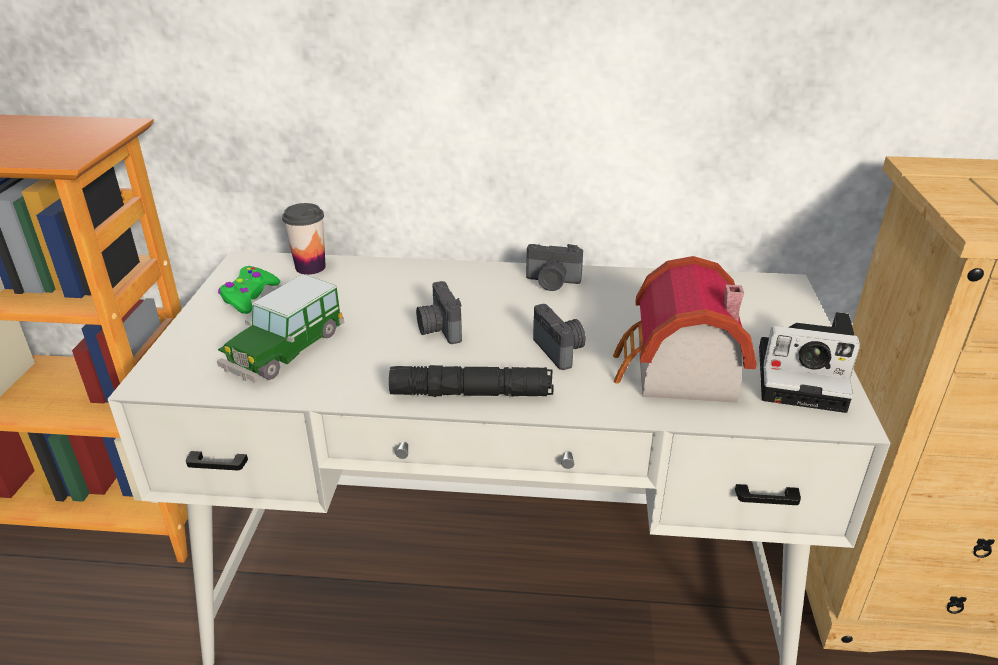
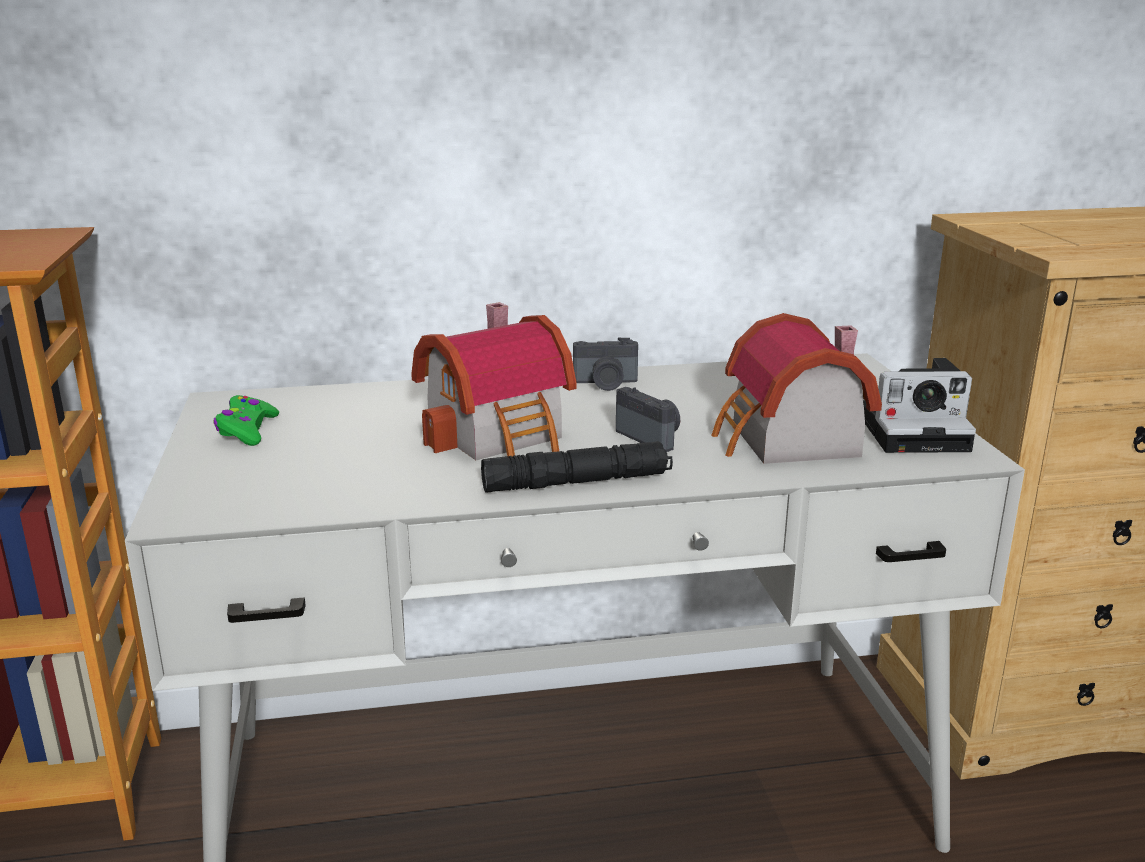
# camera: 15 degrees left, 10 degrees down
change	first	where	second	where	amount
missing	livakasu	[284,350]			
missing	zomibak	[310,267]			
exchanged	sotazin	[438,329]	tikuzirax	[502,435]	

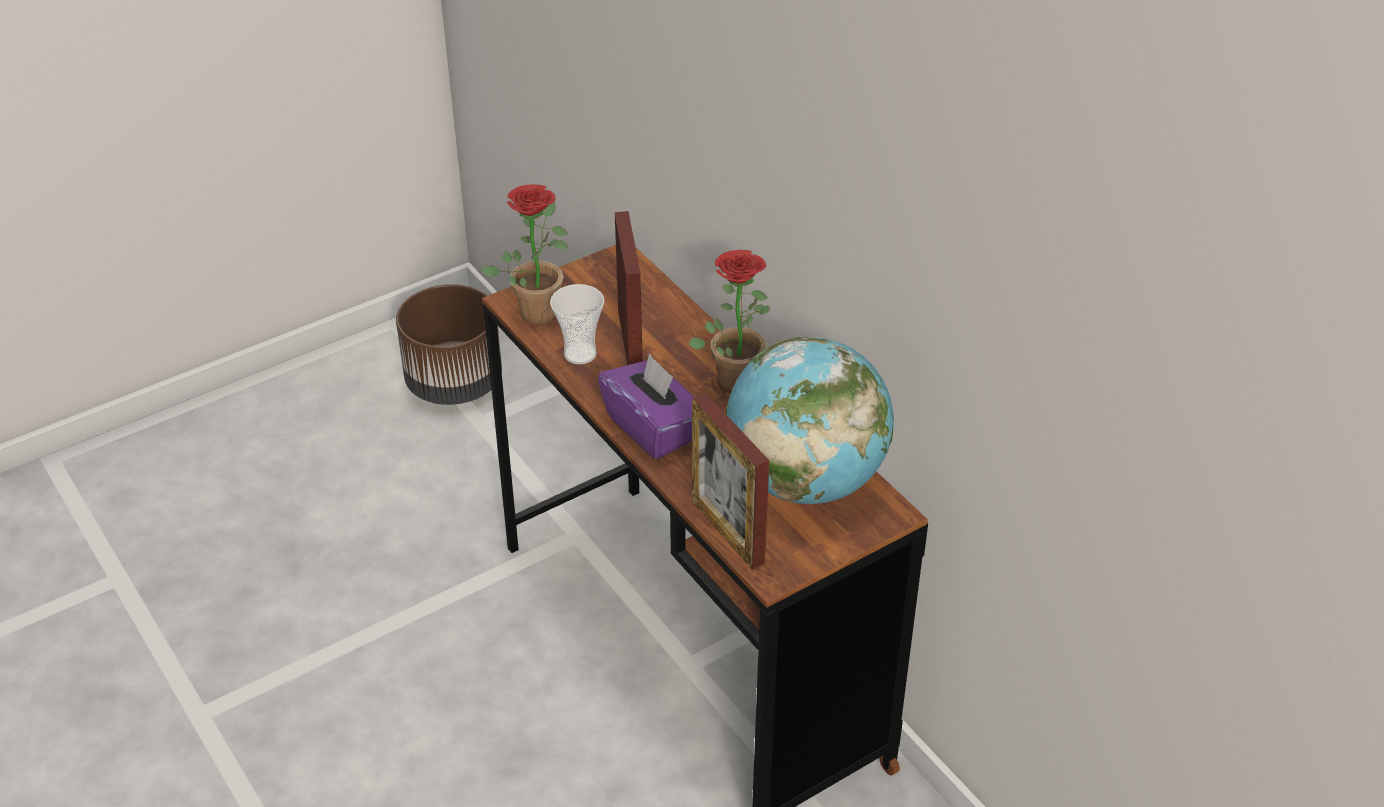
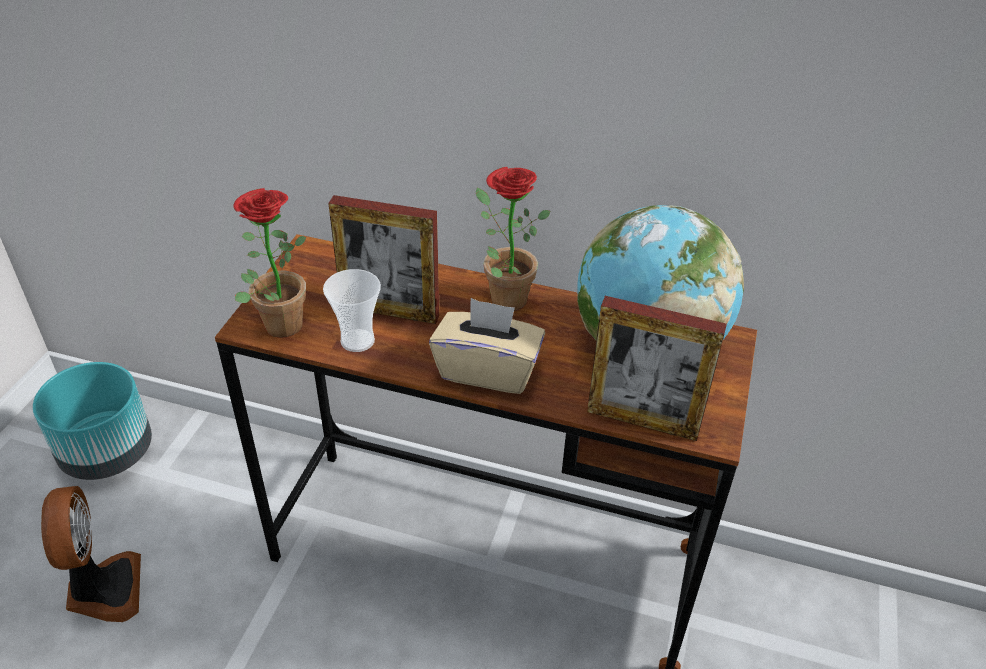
# camera: 40 degrees left, 0 degrees up
change	first	where	second	where	amount
appeared			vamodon	[104,590]	
colour	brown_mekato	[454,383]	turquoise_mekato	[107,452]	
colour	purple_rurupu	[653,428]	beige_rurupu	[487,370]	
spun	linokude	[630,342]		[390,311]	150 degrees clockwise

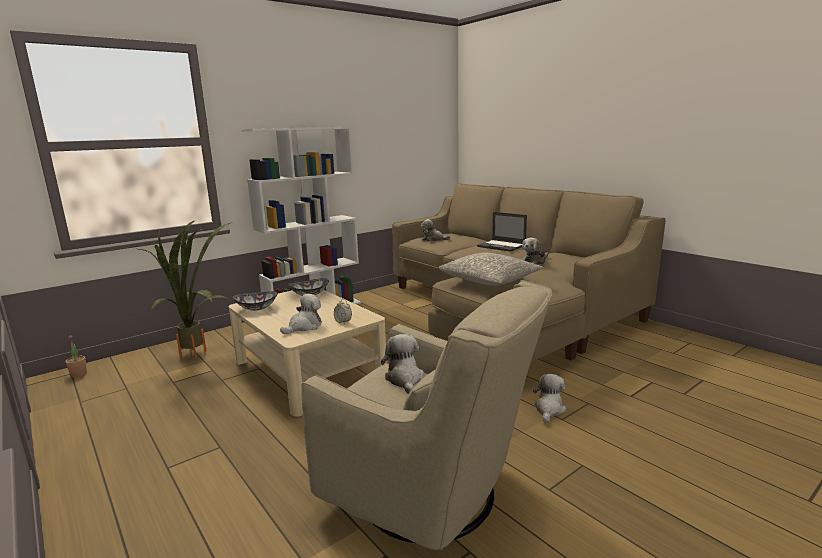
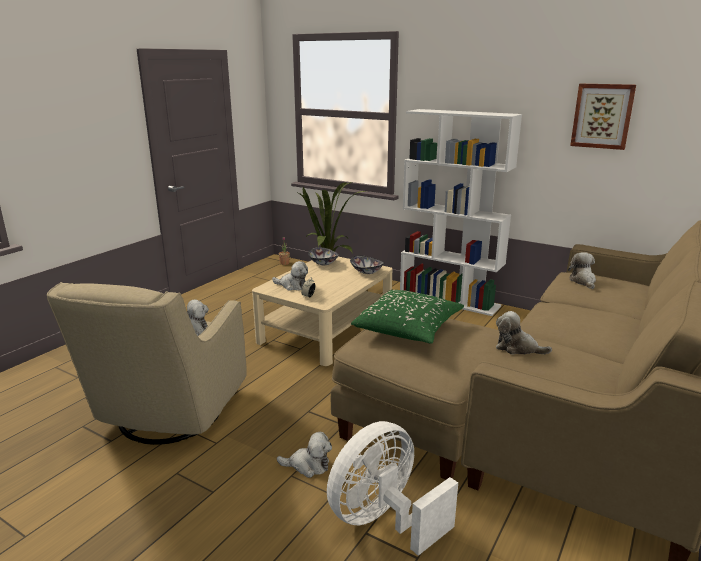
# camera: 70 degrees right, 5 degrees up
change	first	where	second	where	amount
missing	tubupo	[502,246]			
appeared			white_vamodon	[384,520]	
appeared			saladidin	[602,116]	
colour	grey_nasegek	[490,280]	green_nasegek	[408,328]	

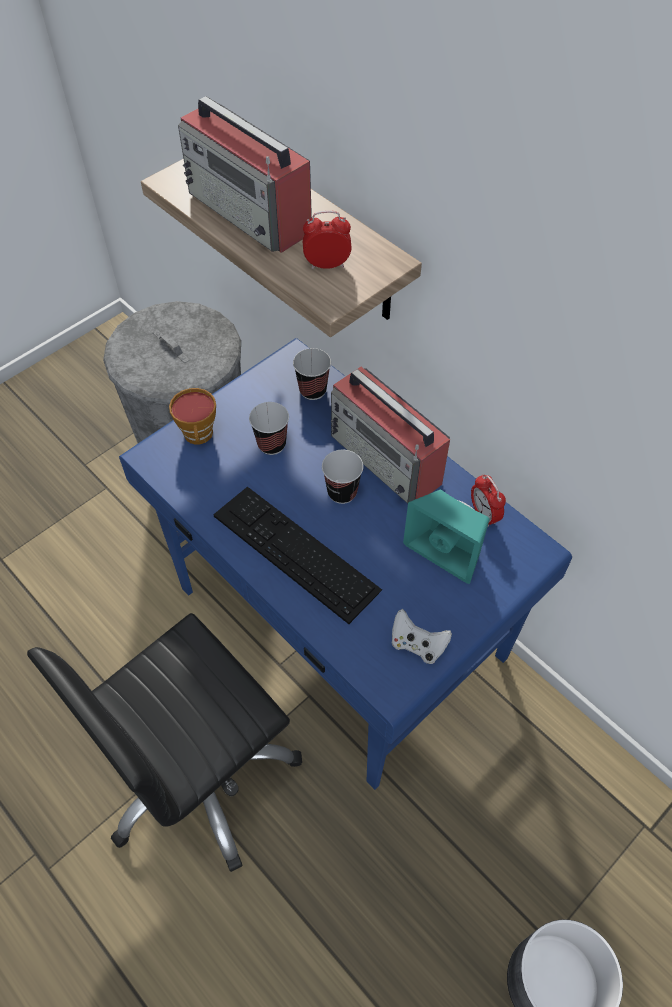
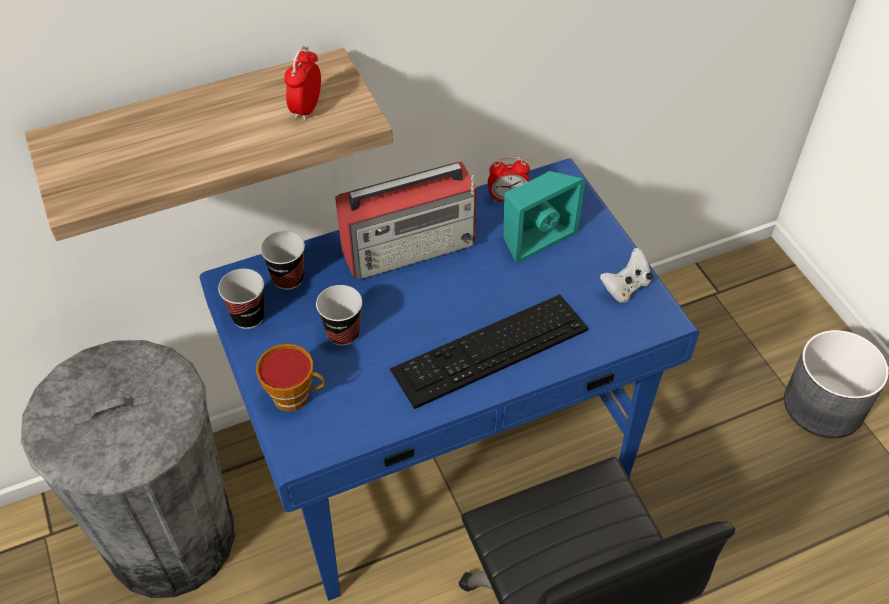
# camera: 70 degrees left, 5 degrees down
change	first	where	second	where	amount
missing	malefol	[250,213]			
relocated	zomibak	[342,492]		[248,317]	

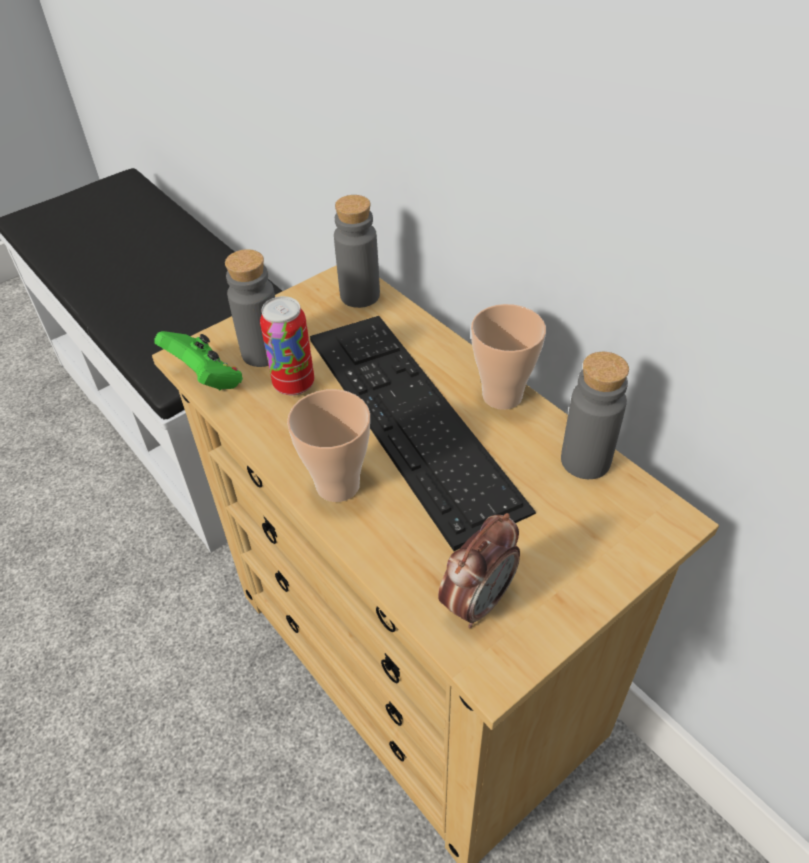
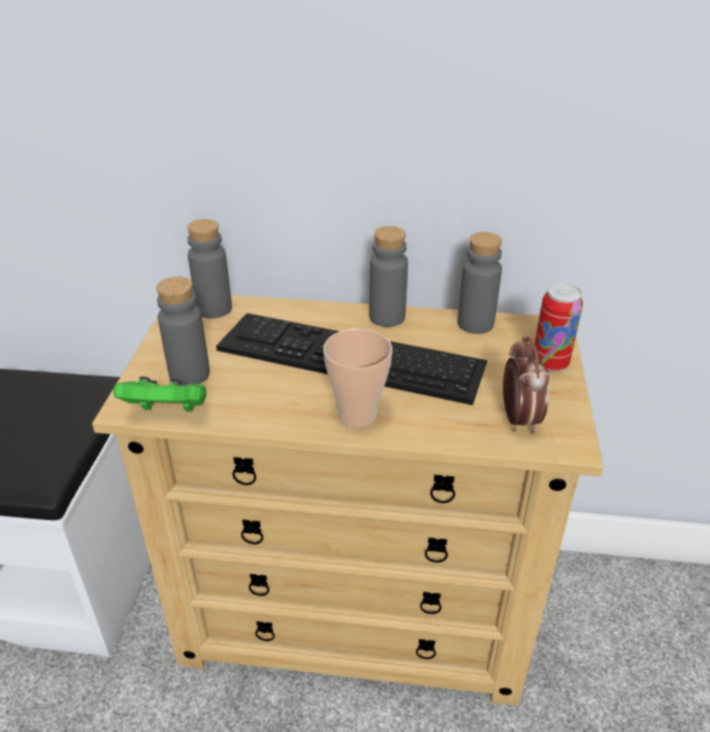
# camera: 45 degrees left, 10 degrees down
change	first	where	second	where	amount
relocated	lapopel	[294,384]		[550,364]	
exchanged	zomibak	[502,396]	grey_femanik	[387,317]	

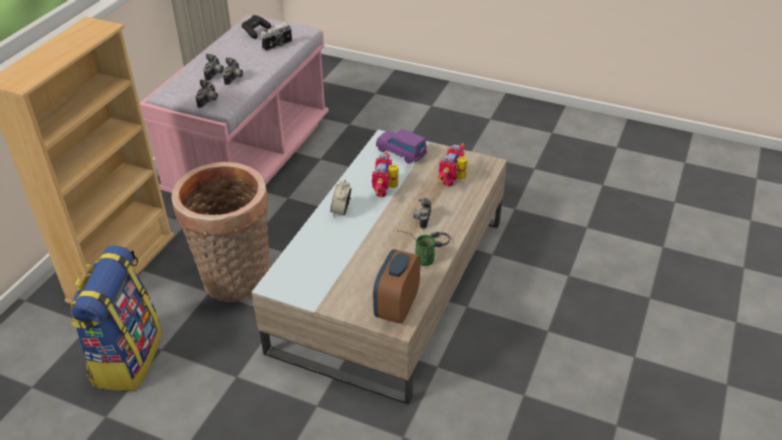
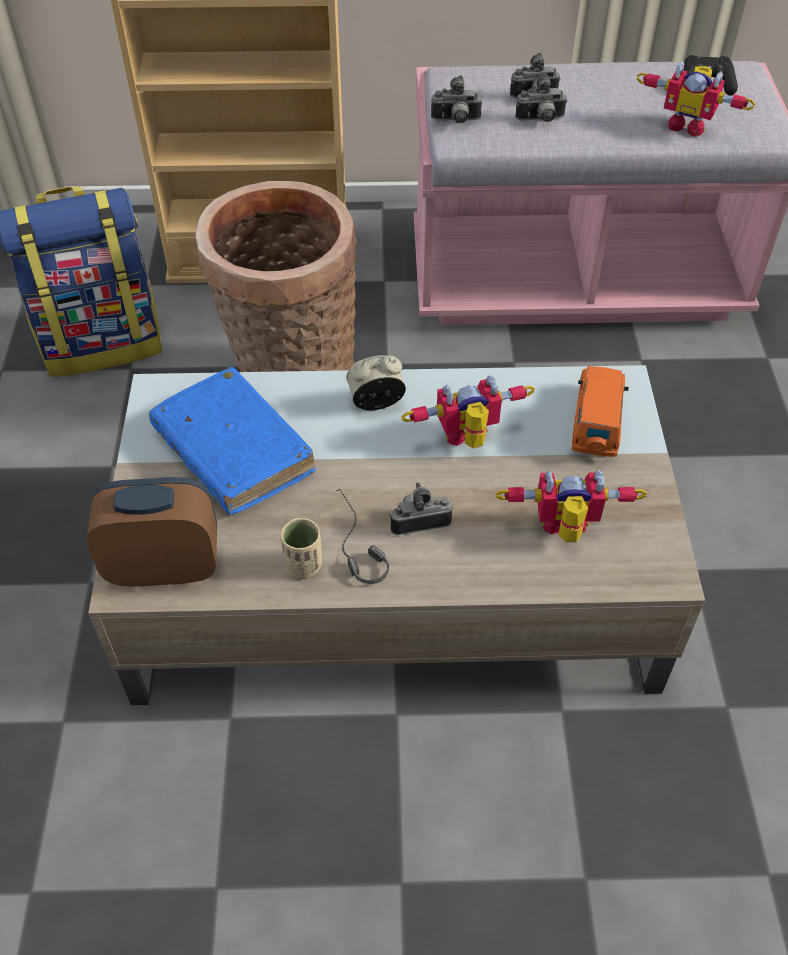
# camera: 65 degrees right, 10 degrees up
change	first	where	second	where	amount
appeared			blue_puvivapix	[233,452]	
exchanged	sotazin	[278,45]	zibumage	[687,125]	
colour	purple_livakasu	[401,153]	orange_livakasu	[596,424]	
colour	green_zomibak	[424,261]	beige_zomibak	[303,565]	

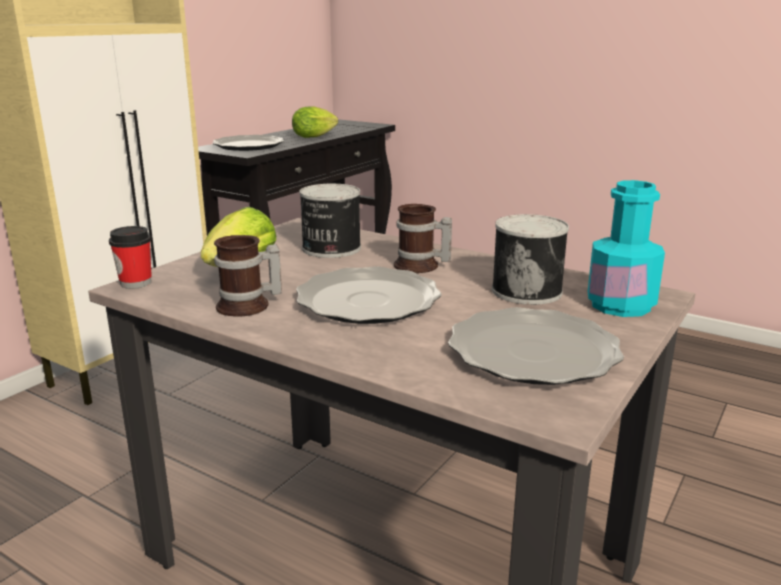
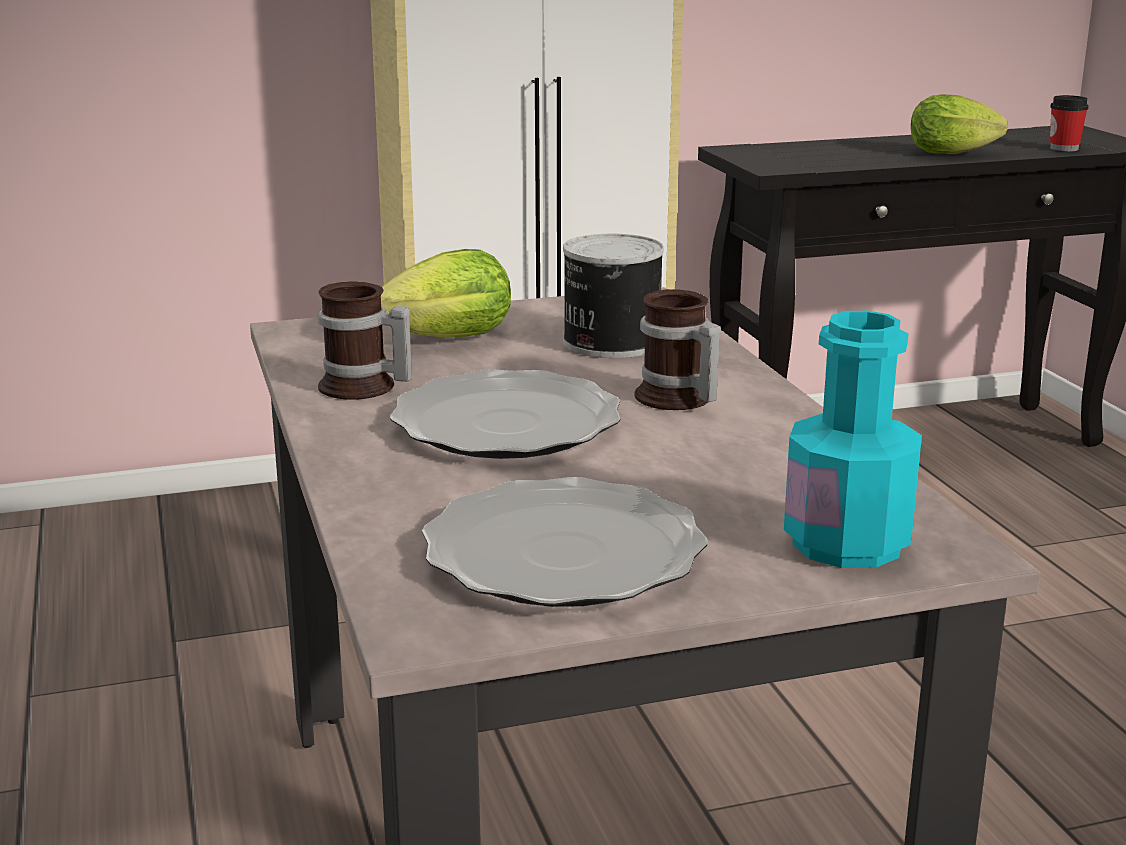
# camera: 40 degrees right, 0 degrees up
change	first	where	second	where	amount
missing	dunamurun	[248,146]			
missing	lapopel	[527,290]			
relocated	zomibak	[136,283]		[1064,148]	

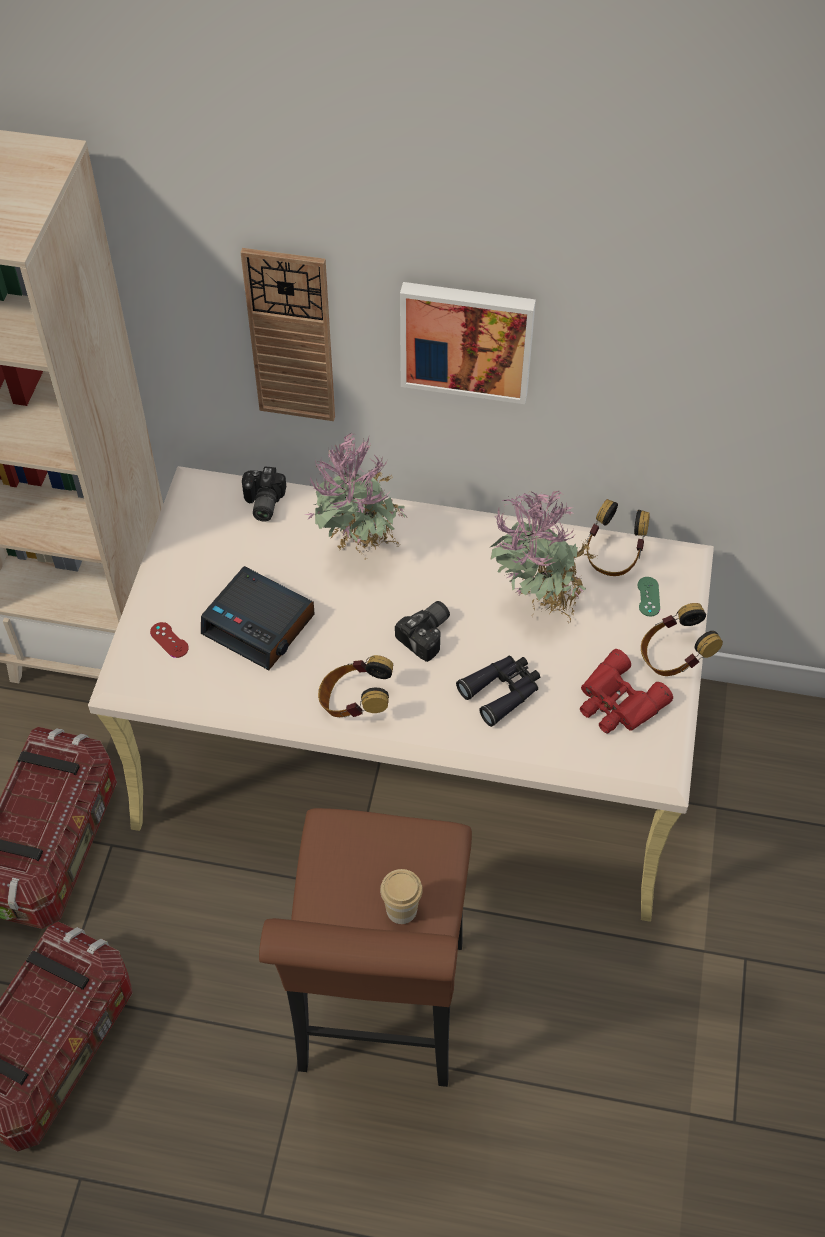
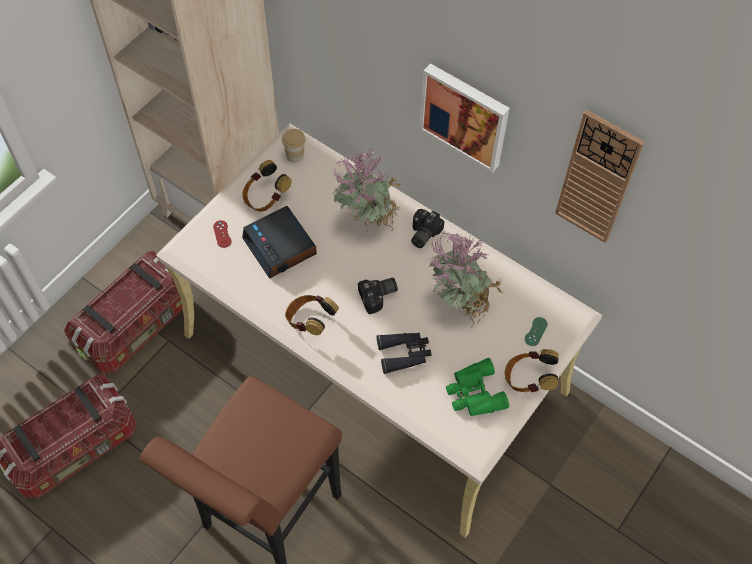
# camera: 25 degrees right, 5 degrees up
change	first	where	second	where	amount
relocated	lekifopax	[291,336]		[597,178]	
relocated	sotazin	[261,503]		[422,234]	
relocated	zomibak	[401,909]		[295,155]	
relocated	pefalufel	[613,556]		[265,198]	
colour	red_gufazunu	[617,703]	green_gufazunu	[473,393]	

